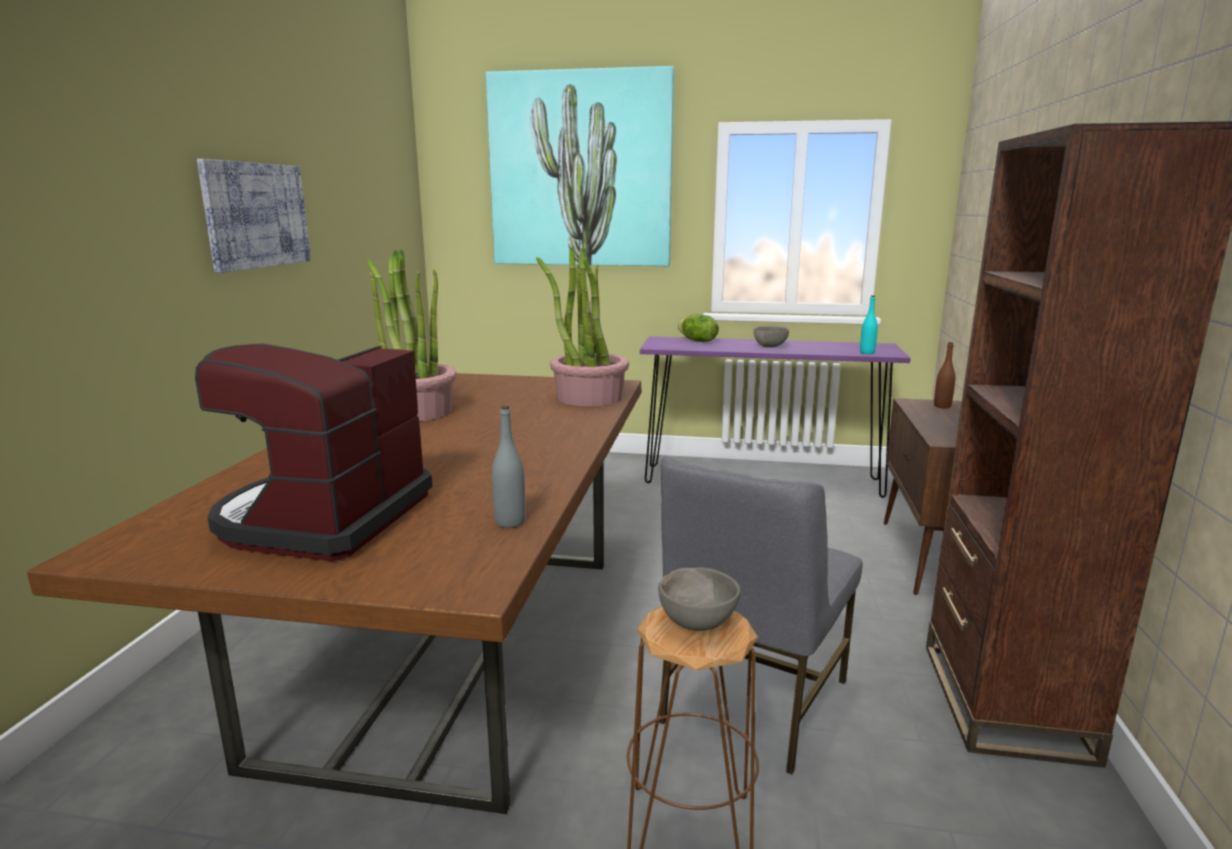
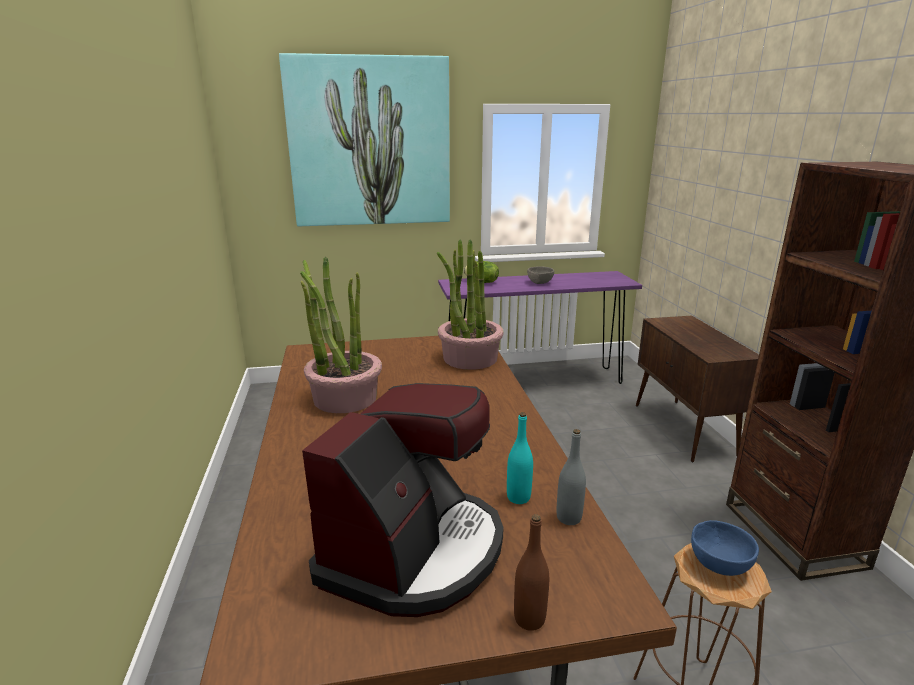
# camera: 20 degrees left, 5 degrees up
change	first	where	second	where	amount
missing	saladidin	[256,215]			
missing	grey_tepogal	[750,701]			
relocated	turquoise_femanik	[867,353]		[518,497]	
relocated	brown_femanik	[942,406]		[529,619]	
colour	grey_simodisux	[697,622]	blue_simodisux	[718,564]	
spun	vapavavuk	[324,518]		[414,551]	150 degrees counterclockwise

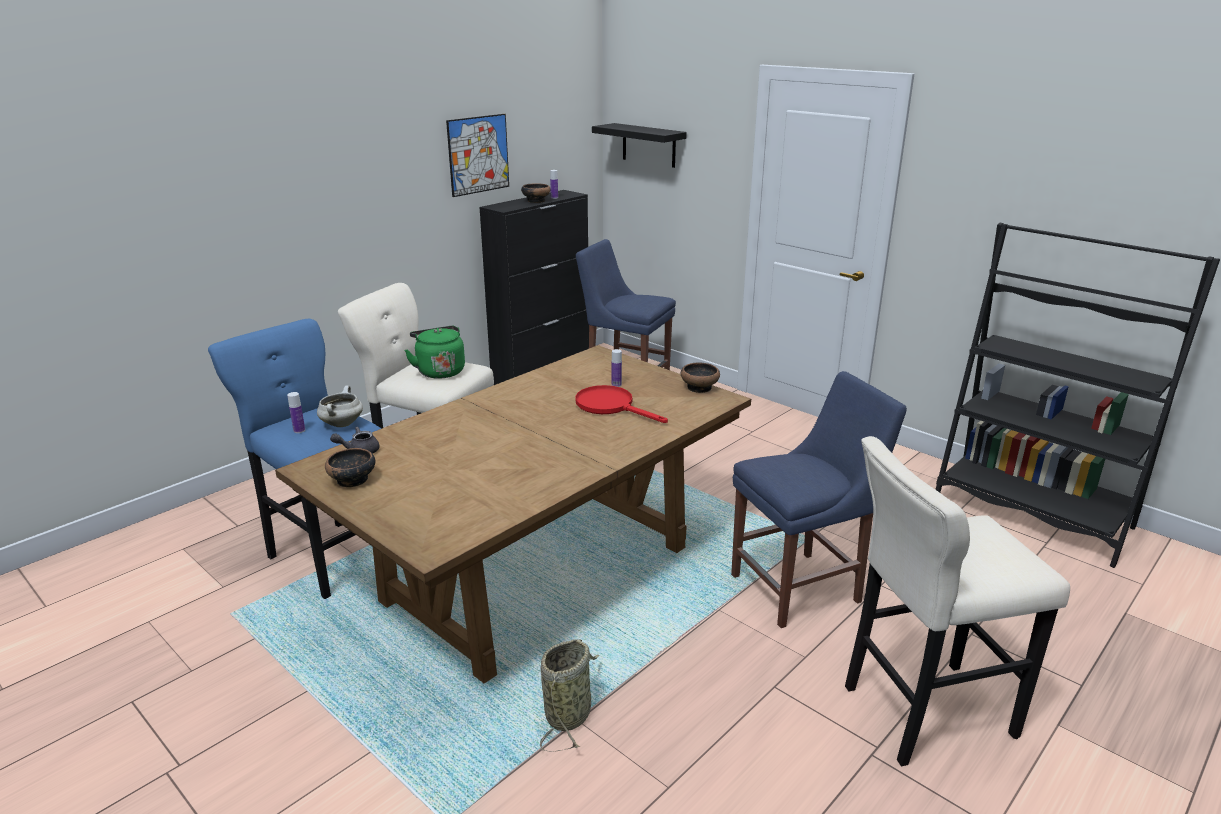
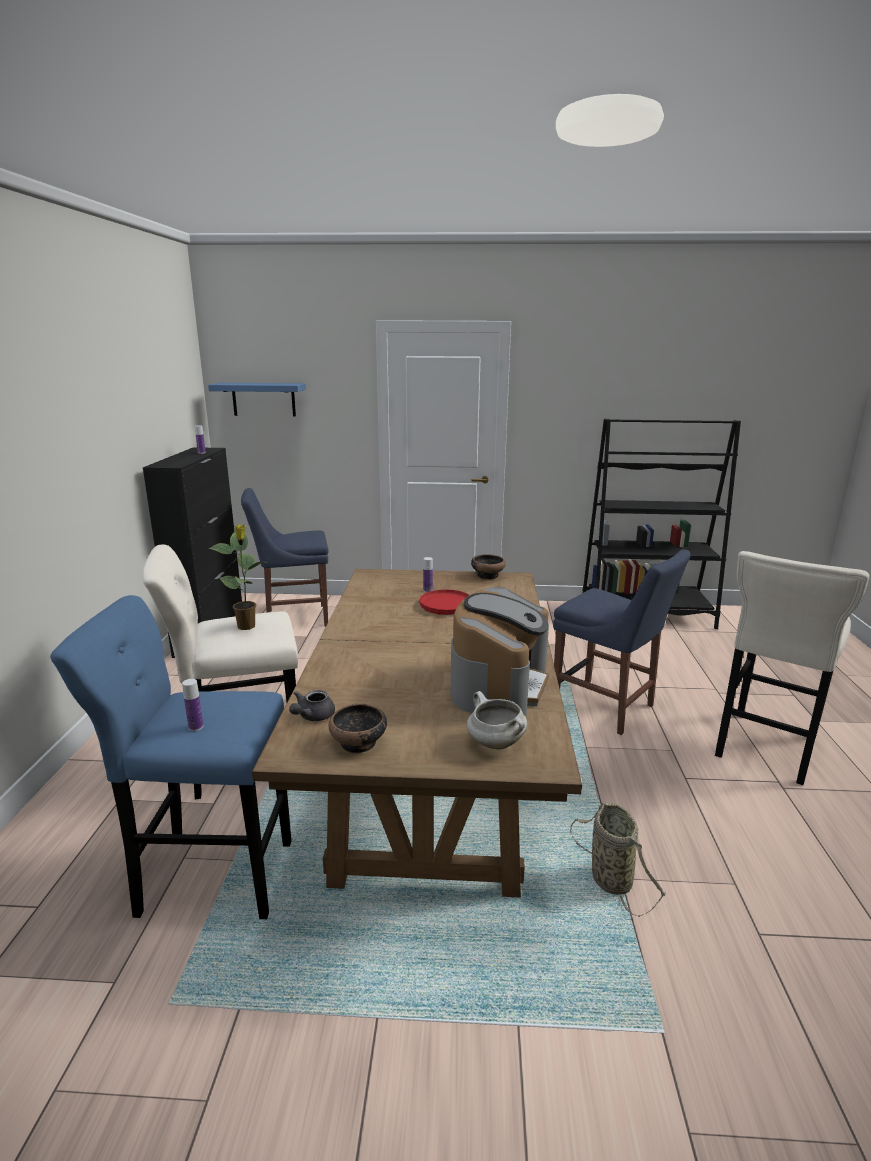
# camera: 40 degrees left, 5 degrees down
change	first	where	second	where	amount
missing	saladidin	[478,154]			
missing	simodisux	[536,201]			
appeared			vapavavuk	[498,685]	
relocated	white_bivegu	[342,424]		[494,743]	
exchanged	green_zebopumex	[439,371]	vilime	[247,626]	
colour	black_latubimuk	[649,145]	blue_latubimuk	[263,399]	
spun	blue_tepogal	[801,587]		[607,708]	105 degrees clockwise

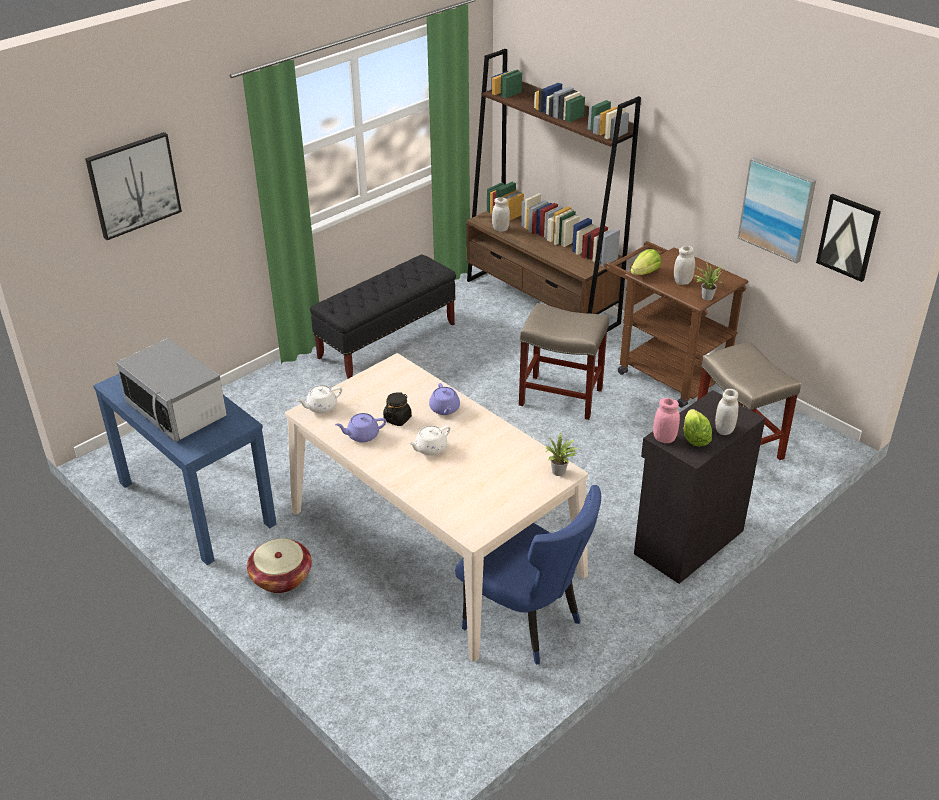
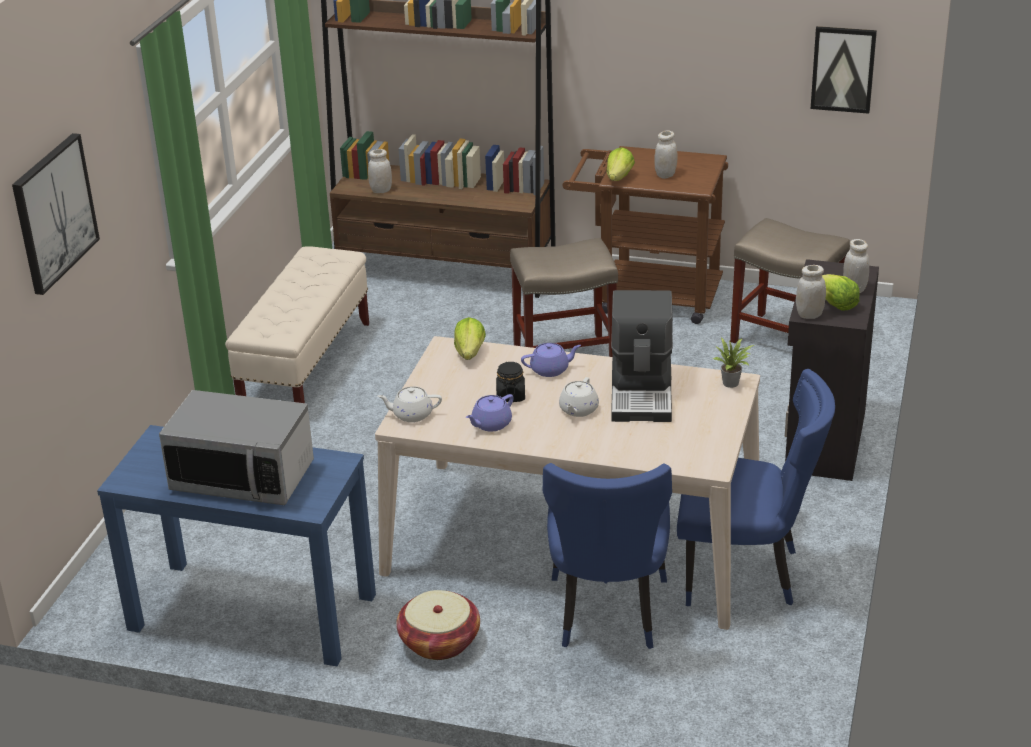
# camera: 30 degrees left, 5 degrees down
change	first	where	second	where	amount
missing	vilime	[706,296]			
missing	saladidin	[777,209]			
appeared			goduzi	[470,353]	
appeared			blue_tepogal	[607,615]	
appeared			vapavavuk	[643,392]	
colour	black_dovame	[387,341]	beige_dovame	[306,366]	
colour	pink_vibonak	[664,439]	white_vibonak	[809,315]	
spun	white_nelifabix	[321,407]		[411,414]	60 degrees clockwise
spun	purple_nelifabix	[444,409]		[550,370]	60 degrees counterclockwise

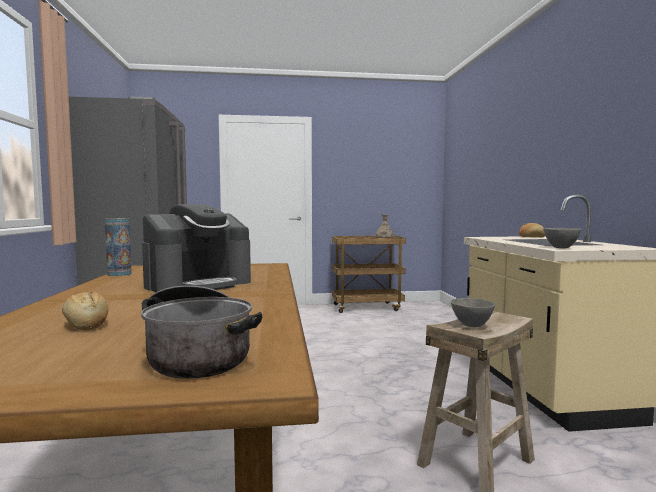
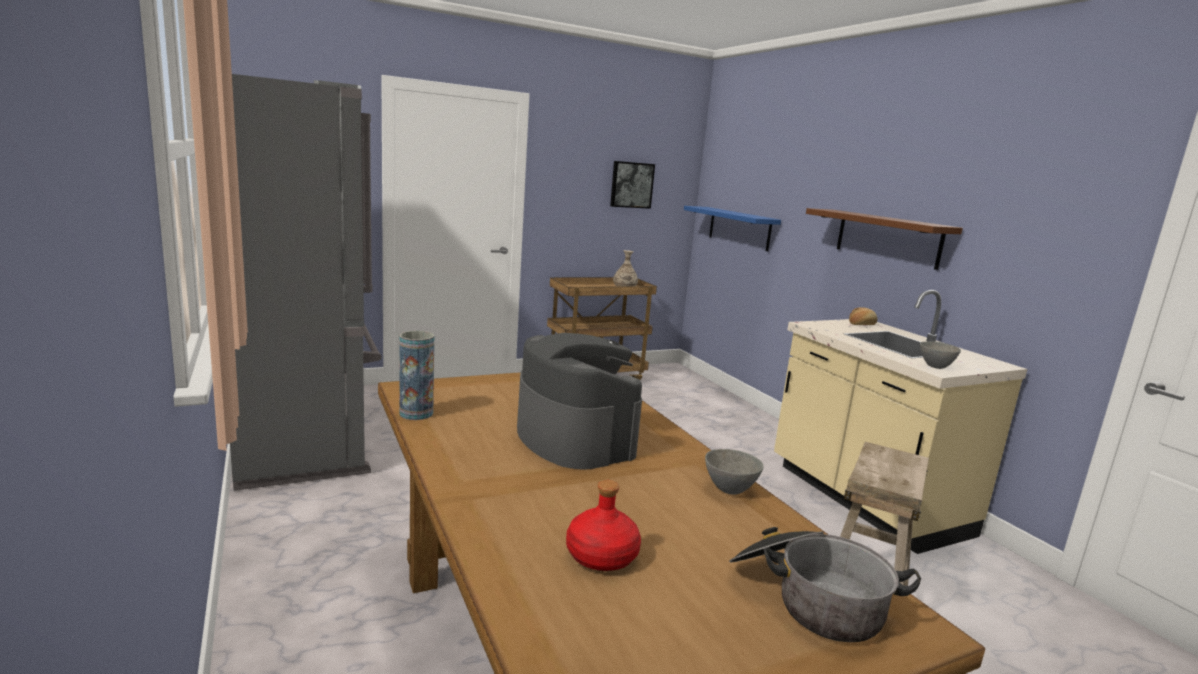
# camera: 20 degrees left, 10 degrees up
change	first	where	second	where	amount
appeared			saladidin	[631,185]	
appeared			blue_latubimuk	[739,228]	
appeared			brown_latubimuk	[887,238]	
relocated	grey_simodisux	[471,325]		[729,490]	
exchanged	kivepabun	[86,324]	red_femanik	[601,556]	
spun	vapavavuk	[199,284]		[574,438]	60 degrees counterclockwise

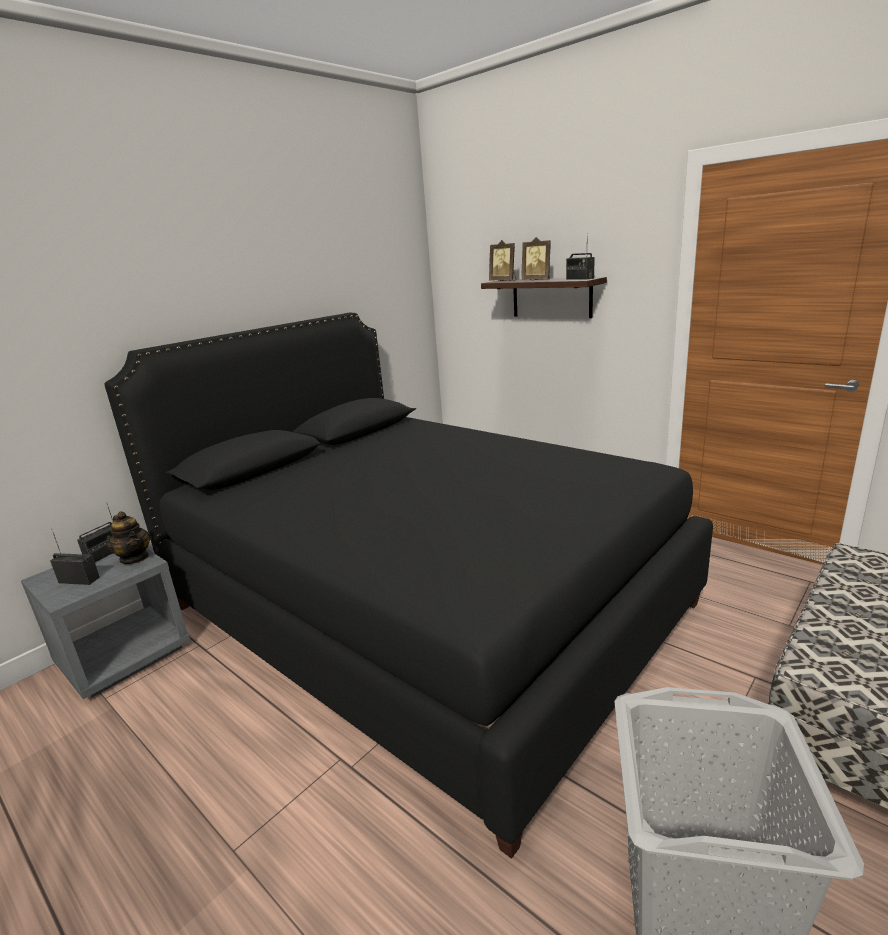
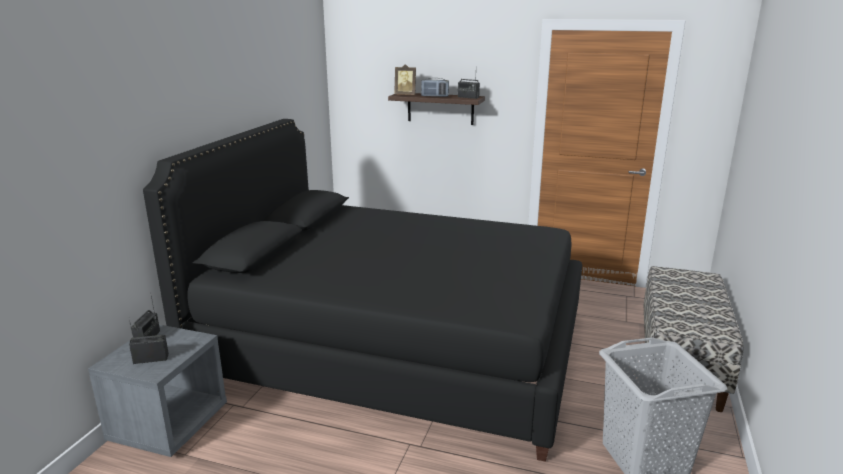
# camera: 25 degrees left, 0 degrees up
change	first	where	second	where	amount
missing	nelifabix	[135,558]			
exchanged	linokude	[537,280]	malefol	[435,96]	

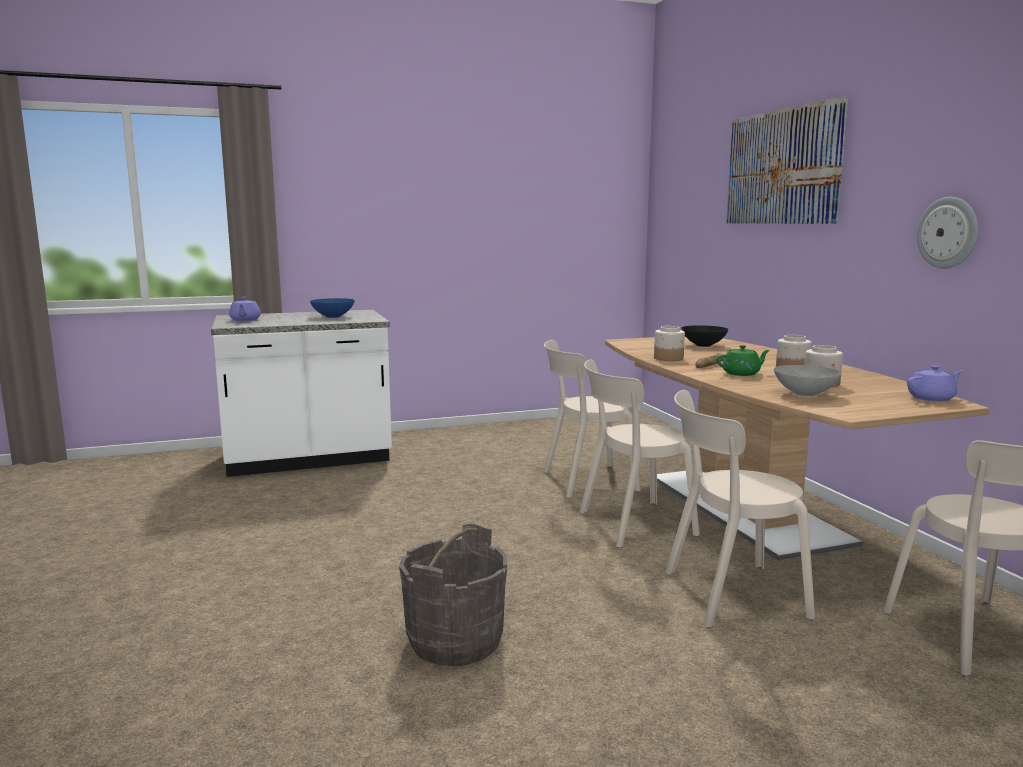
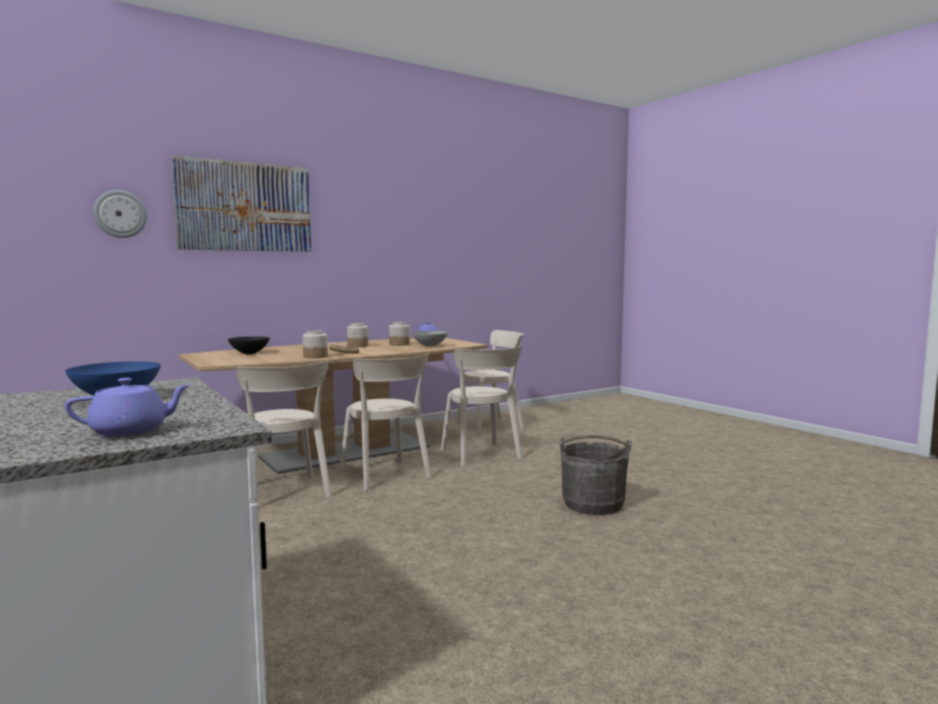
# camera: 105 degrees left, 5 degrees down
change	first	where	second	where	amount
missing	green_nelifabix	[742,373]			
relocated	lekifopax	[948,233]		[120,214]	

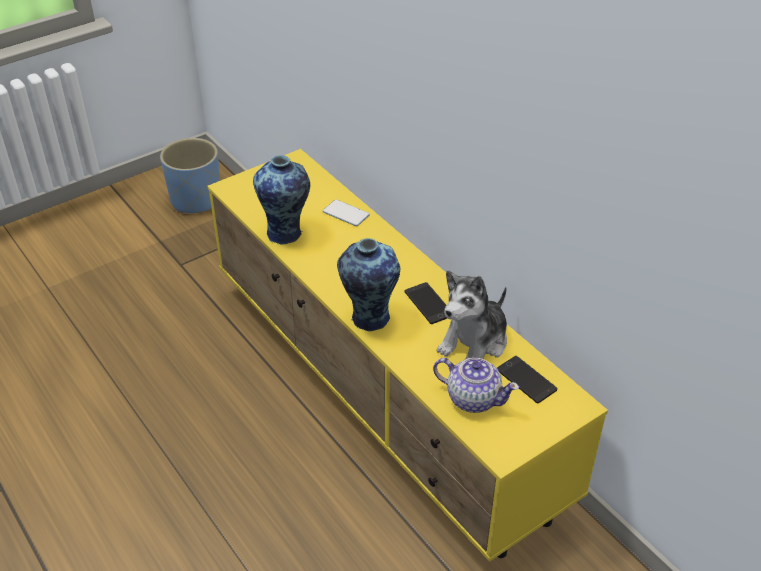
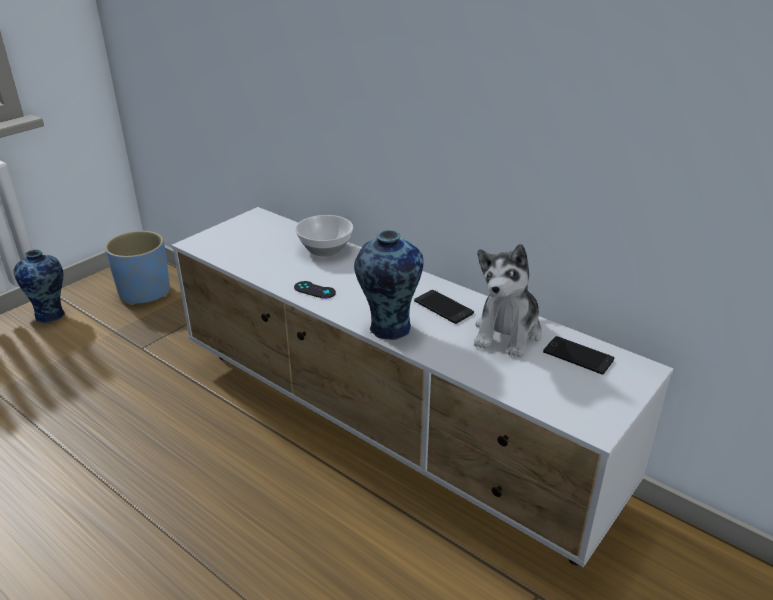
# camera: 15 degrees left, 10 degrees down
change	first	where	second	where	amount
missing	nelifabix	[473,398]			
appeared			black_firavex	[314,290]	
relocated	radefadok	[286,233]		[51,315]	
exchanged	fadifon	[346,214]	simodisux	[324,248]	
colour	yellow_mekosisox	[382,394]	white_mekosisox	[388,429]	

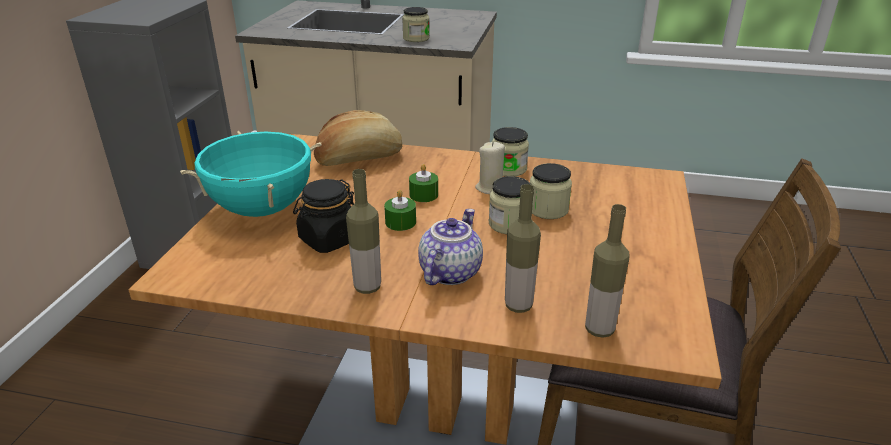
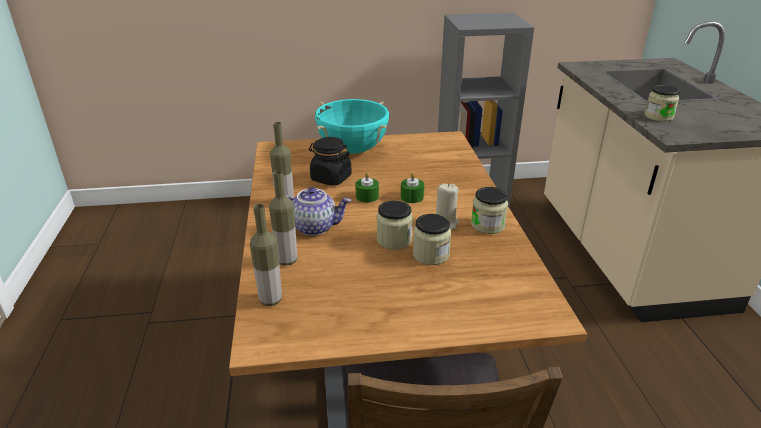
# camera: 70 degrees right, 0 degrees up
change	first	where	second	where	amount
missing	kivepabun	[359,158]			

